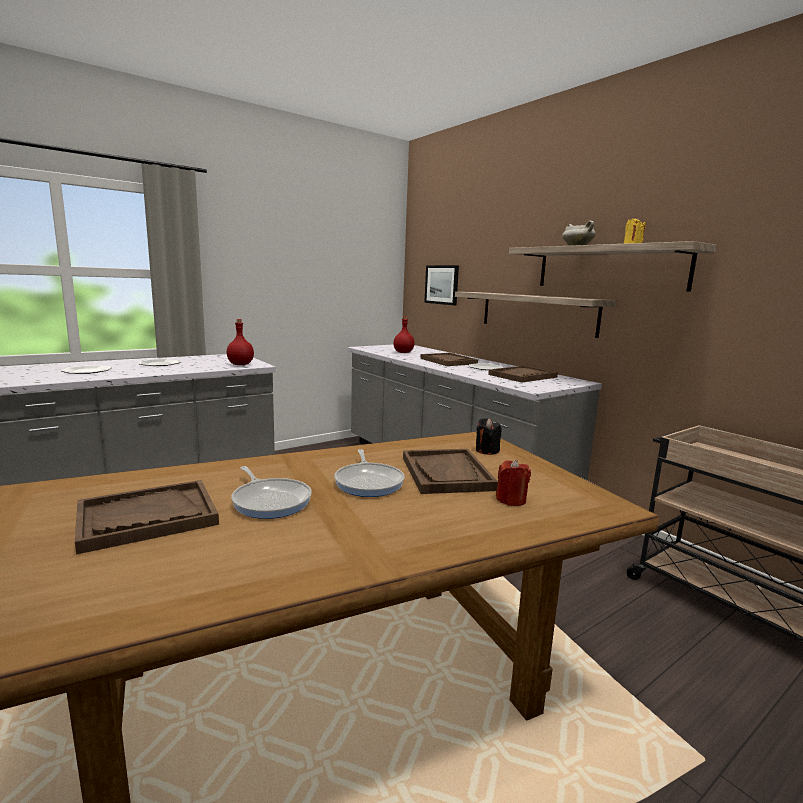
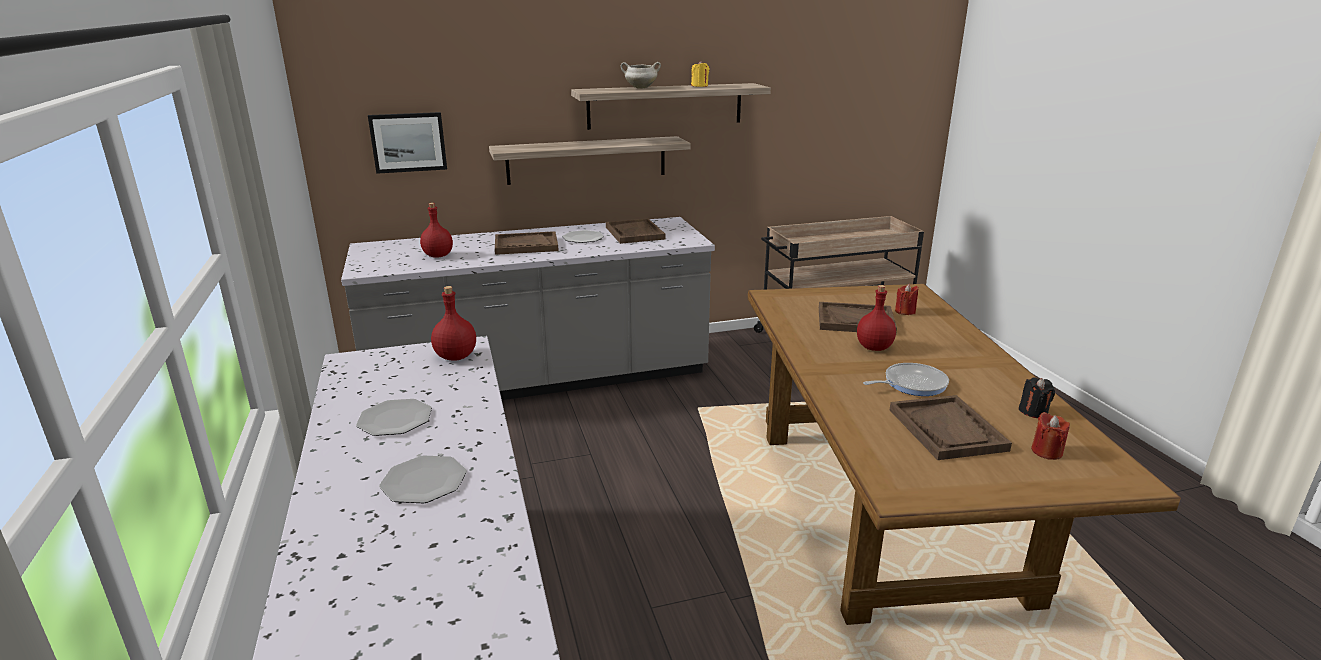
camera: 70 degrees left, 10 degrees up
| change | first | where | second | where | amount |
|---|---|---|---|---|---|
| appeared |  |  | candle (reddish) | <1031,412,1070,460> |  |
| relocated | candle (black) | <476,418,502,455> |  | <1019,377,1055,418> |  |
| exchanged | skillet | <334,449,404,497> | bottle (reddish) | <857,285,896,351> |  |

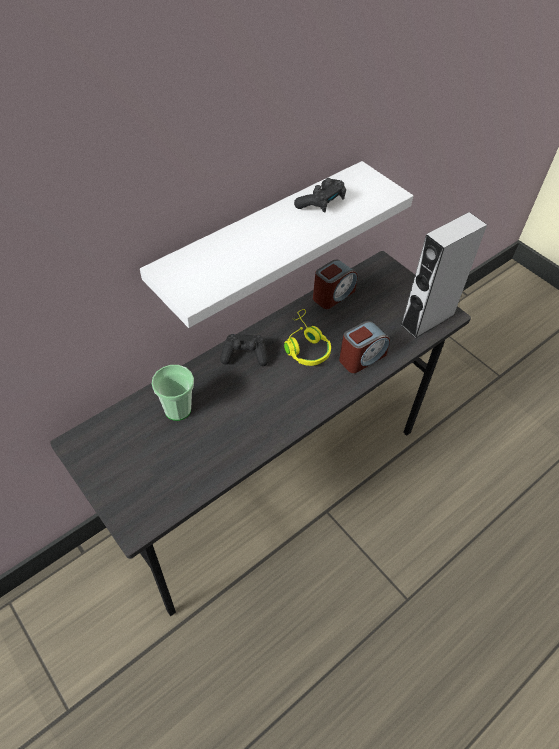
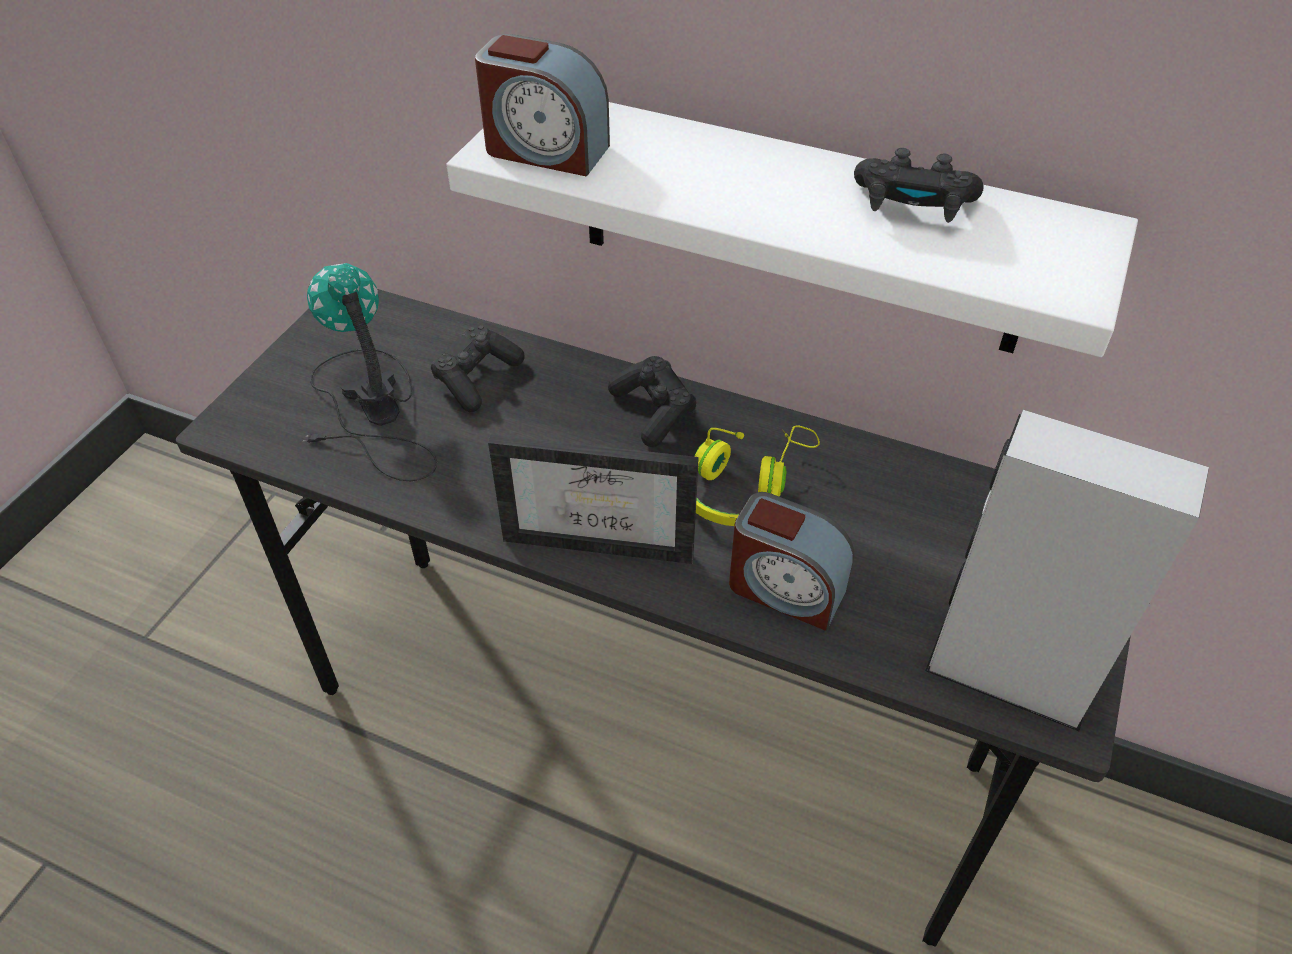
camera: 65 degrees right, 5 degrees down
| change | first | where | second | where | amount |
|---|---|---|---|---|---|
| appeared |  |  | tabletop lamp | <303,263,437,481> |  |
| appeared |  |  | picture frame | <488,434,699,564> |  |
| relocated | alarm clock | <313,259,357,309> |  | <475,34,610,176> |  |
| exchanged | small cup | <152,365,194,421> | joypad (black) | <431,325,525,412> |  |

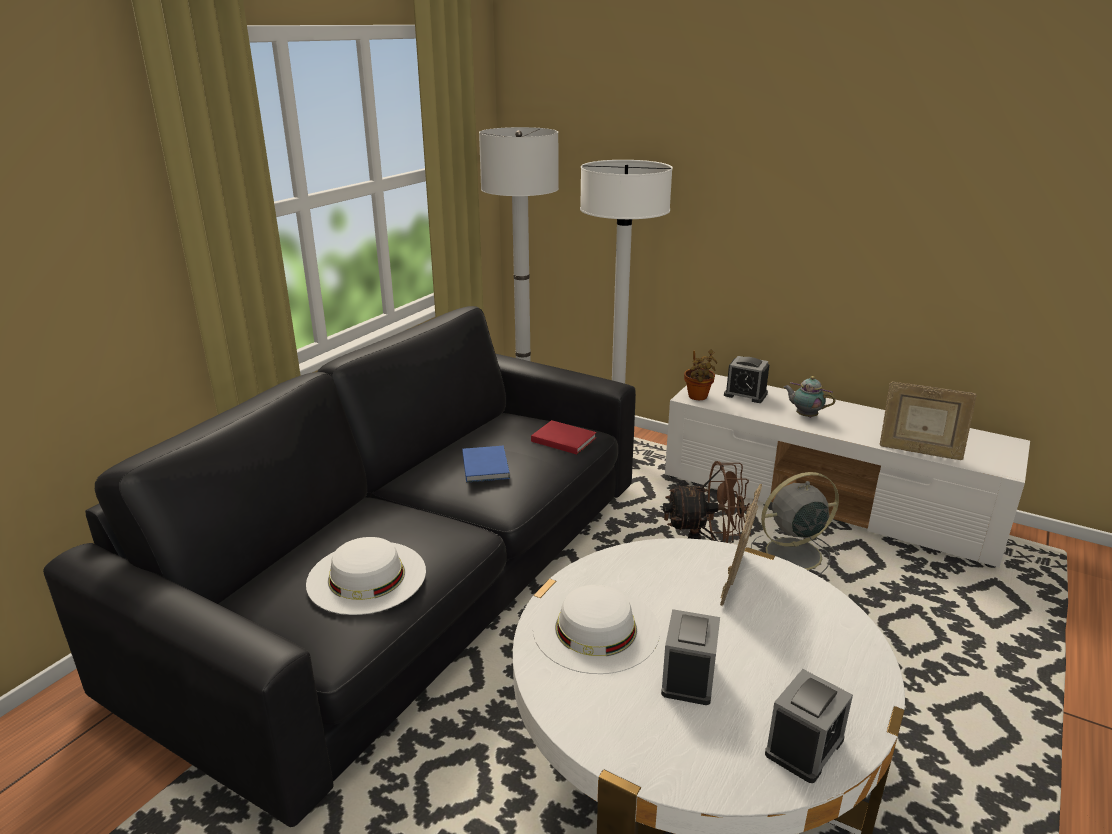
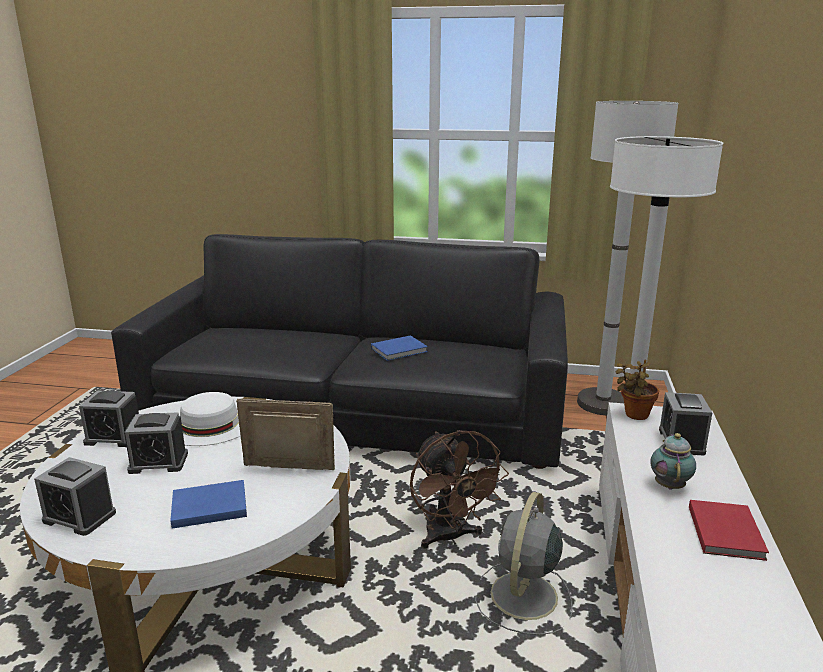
camera: 70 degrees right, 5 degrees down
| change | first | where | second | where | amount |
|---|---|---|---|---|---|
| missing | hat (white-coloured) | <306,537,426,615> |  |  |  |
| missing | picture frame | <880,382,977,460> |  |  |  |
| appeared |  |  | alarm clock | <79,391,139,447> |  |
| appeared |  |  | volume (blue) | <170,480,247,529> |  |
| relocated | volume (reddish) | <531,420,597,454> |  | <689,500,769,561> |  |
| spun | cooling fan (gray) | <751,472,840,576> |  | <475,492,573,635> | 120 degrees counterclockwise |

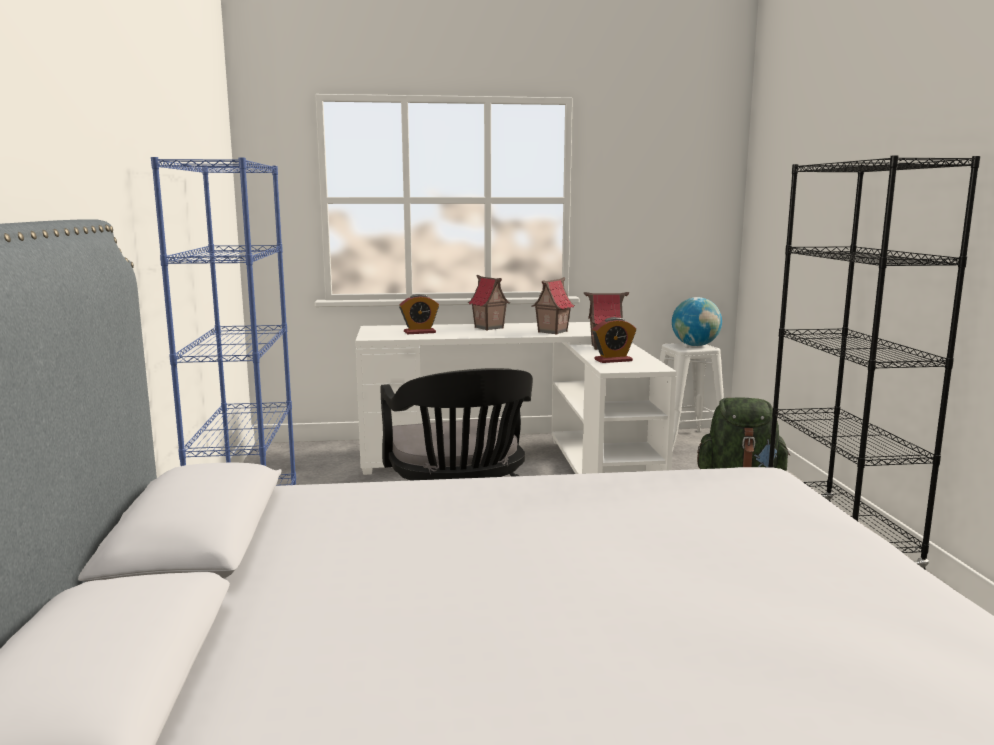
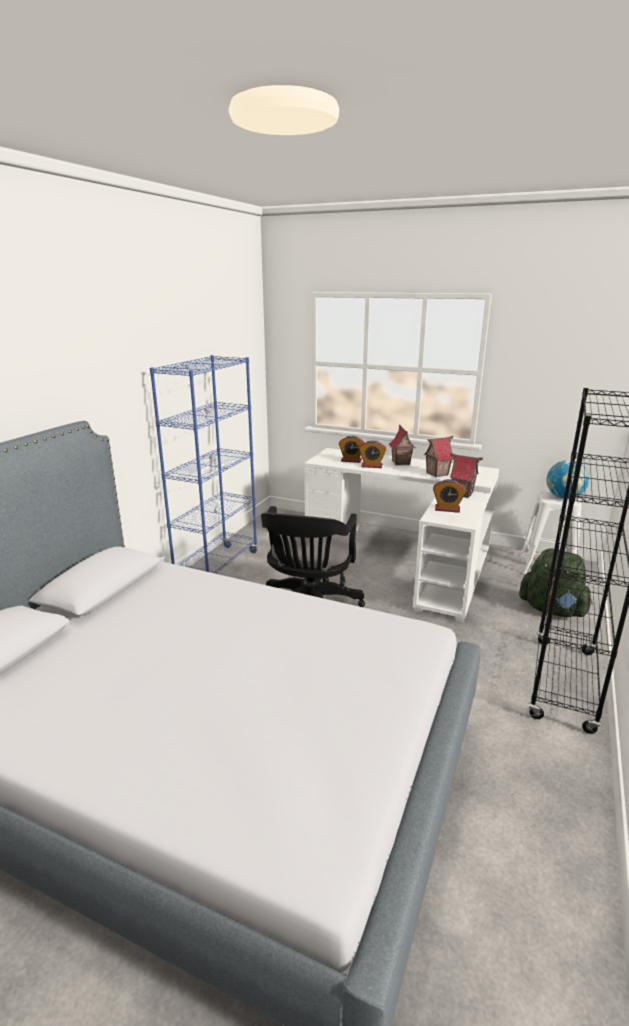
camera: 30 degrees right, 10 degrees up
| change | first | where | second | where | amount |
|---|---|---|---|---|---|
| appeared |  |  | alarm clock | <359,440,386,468> |  |

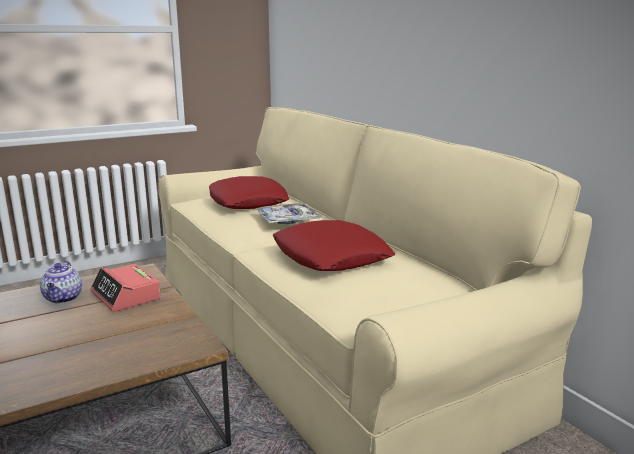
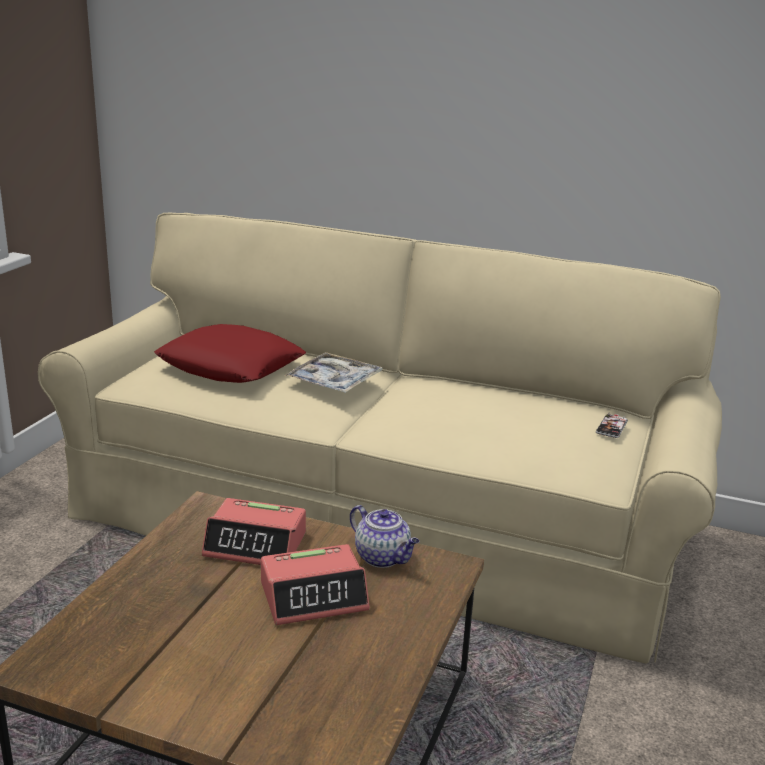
camera: 40 degrees left, 5 degrees up
| change | first | where | second | where | amount |
|---|---|---|---|---|---|
| missing | cushion (reddish) | <273,220,396,271> |  |  |  |
| appeared |  |  | alarm clock | <261,544,370,625> |  |
| appeared |  |  | phone | <596,413,628,438> |  |
| relocated | teapot | <40,261,82,304> |  | <350,505,419,568> |  |

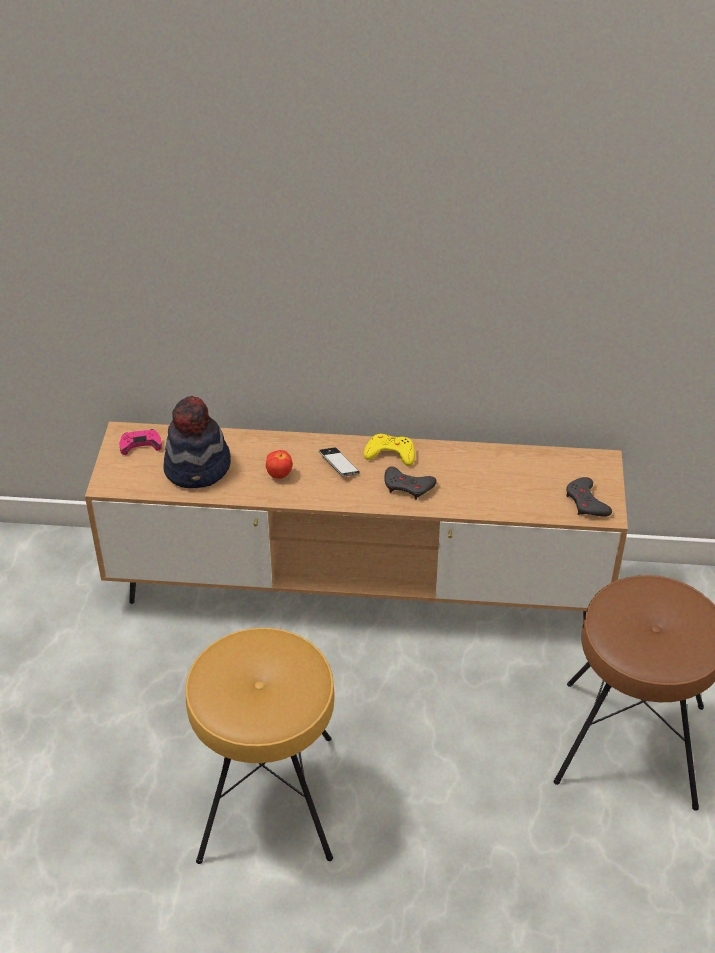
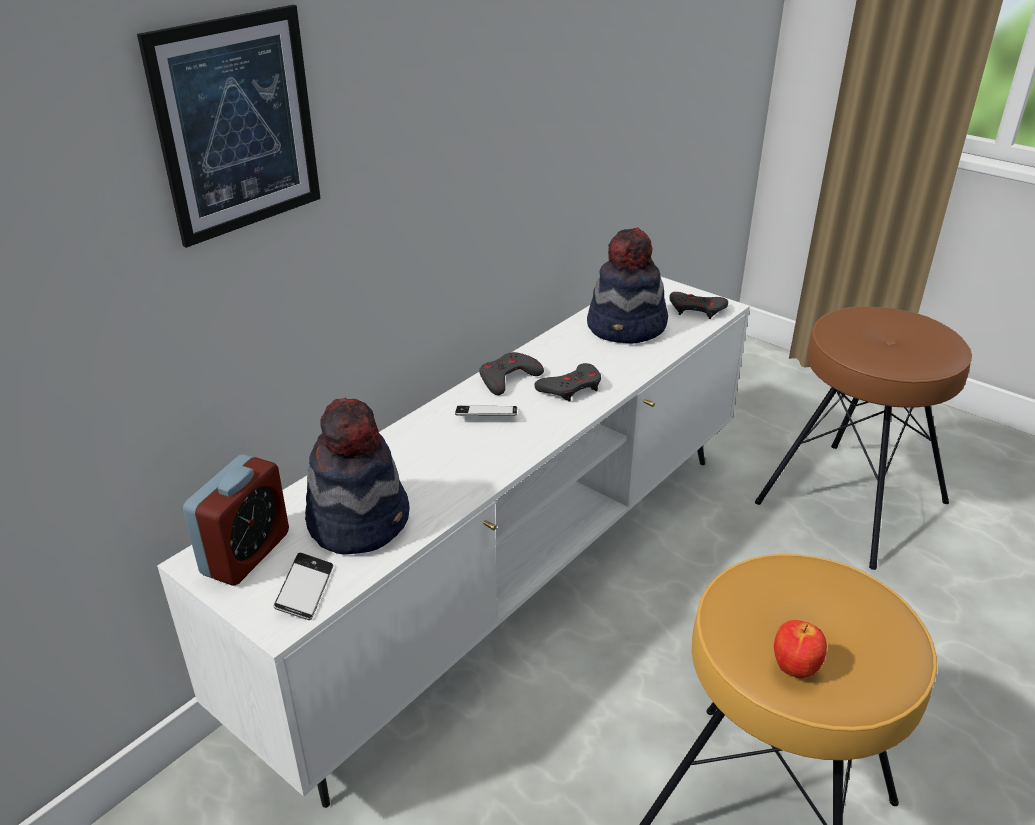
camera: 55 degrees left, 10 degrees down
| change | first | where | second | where | amount |
|---|---|---|---|---|---|
| appeared |  |  | picture | <137,5,321,248> |  |
| appeared |  |  | phone | <273,553,333,620> |  |
| appeared |  |  | hat | <587,228,668,344> |  |
| relocated | whole apple | <266,450,293,479> |  | <774,620,827,678> |  |
| exchanged | joypad (pink) | <119,429,162,455> | alarm clock | <183,454,289,586> |  |
| colour | tv unit (brownish) | <85,421,628,620> | tv unit (white-coloured) | <157,276,750,808> |  |
| colour | joypad (yellow) | <364,434,415,466> | joypad (gray) | <479,352,544,395> |  |

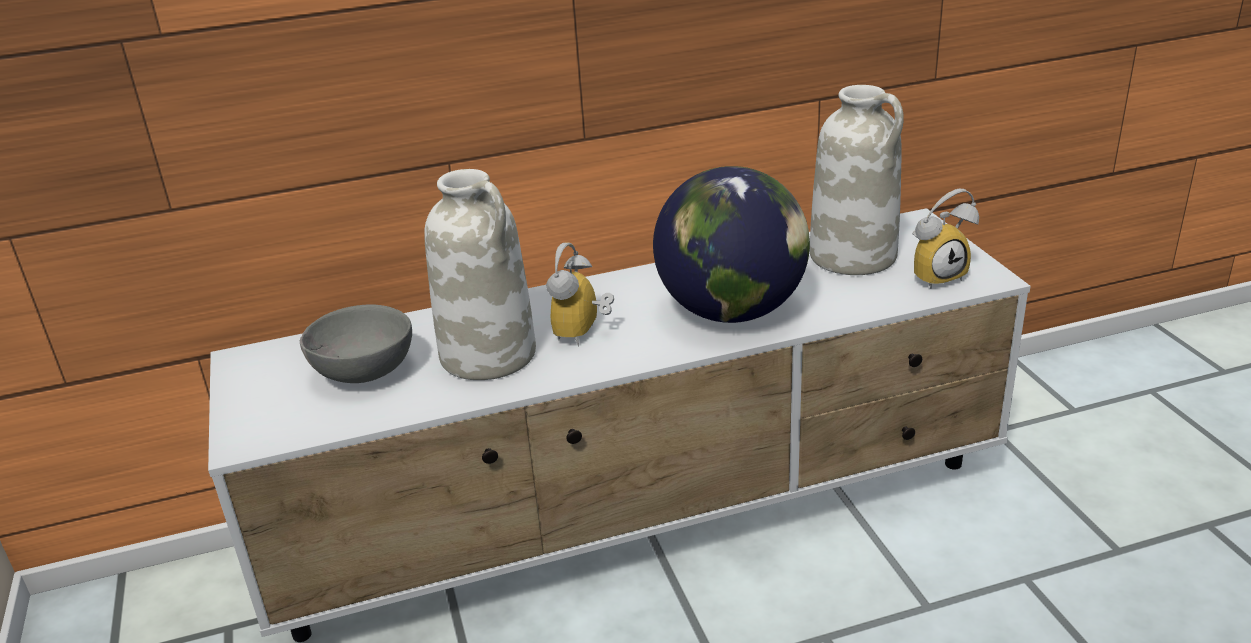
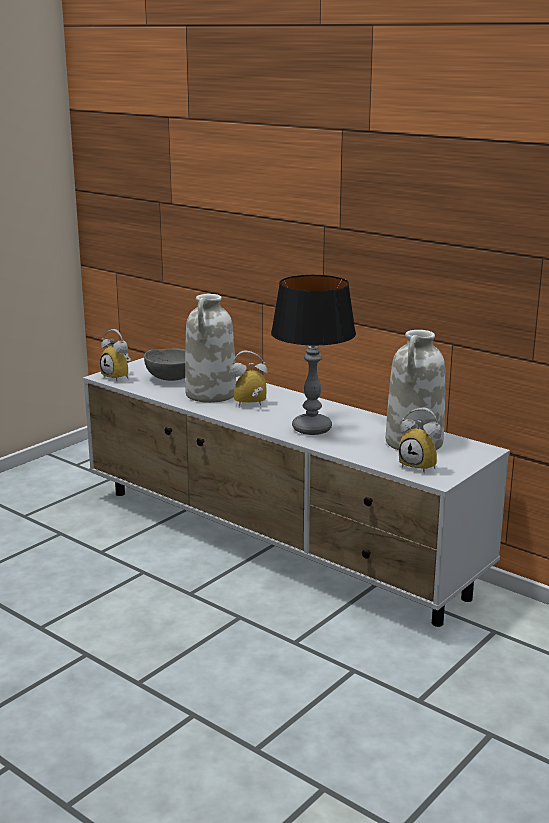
camera: 55 degrees right, 10 degrees down
| change | first | where | second | where | amount |
|---|---|---|---|---|---|
| appeared |  |  | alarm clock | <100,329,131,381> |  |
| exchanged | globe | <653,166,810,323> | tabletop lamp | <271,275,356,435> |  |

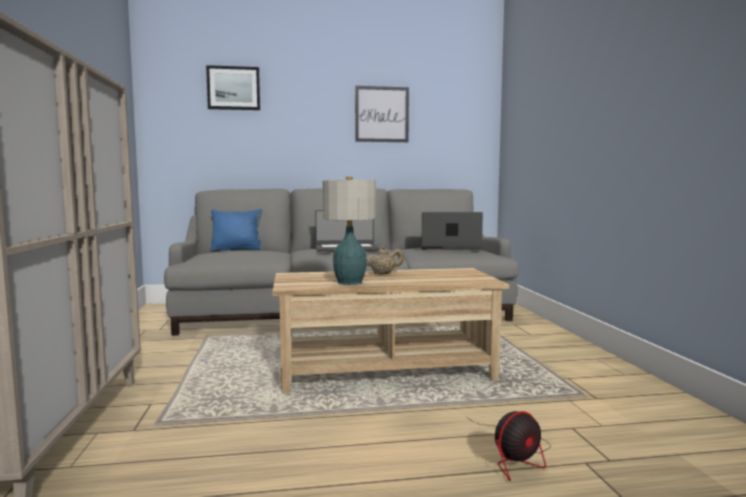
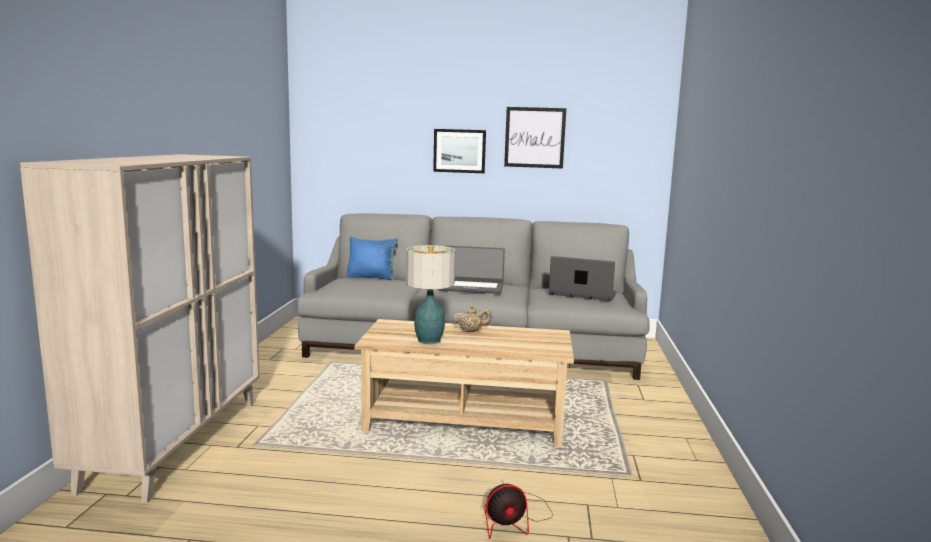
camera: 15 degrees right, 5 degrees up
| change | first | where | second | where | amount |
|---|---|---|---|---|---|
| relocated | picture | <206,65,260,110> |  | <433,129,486,173> |  |

